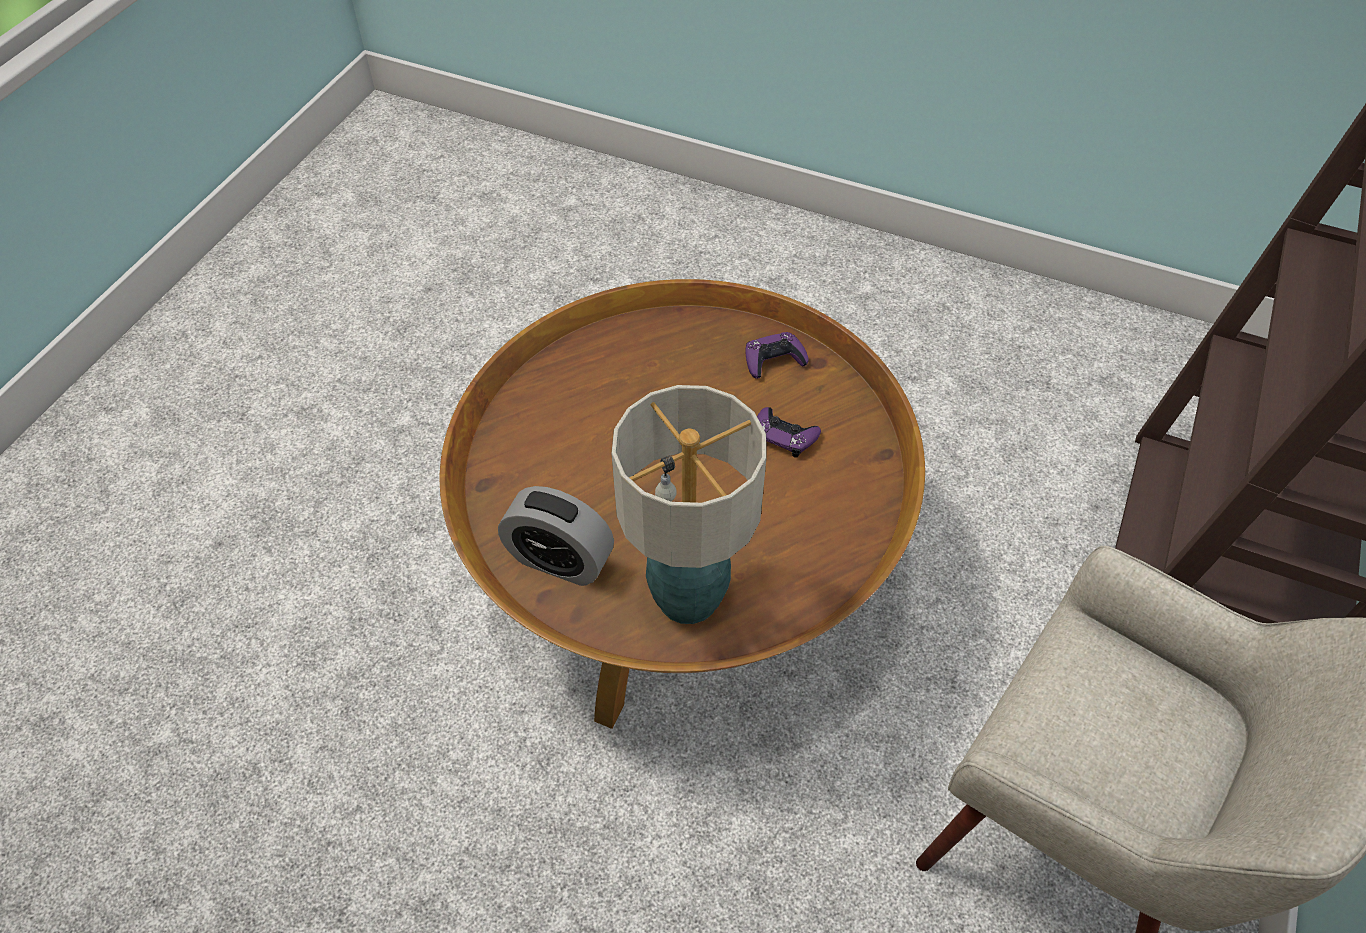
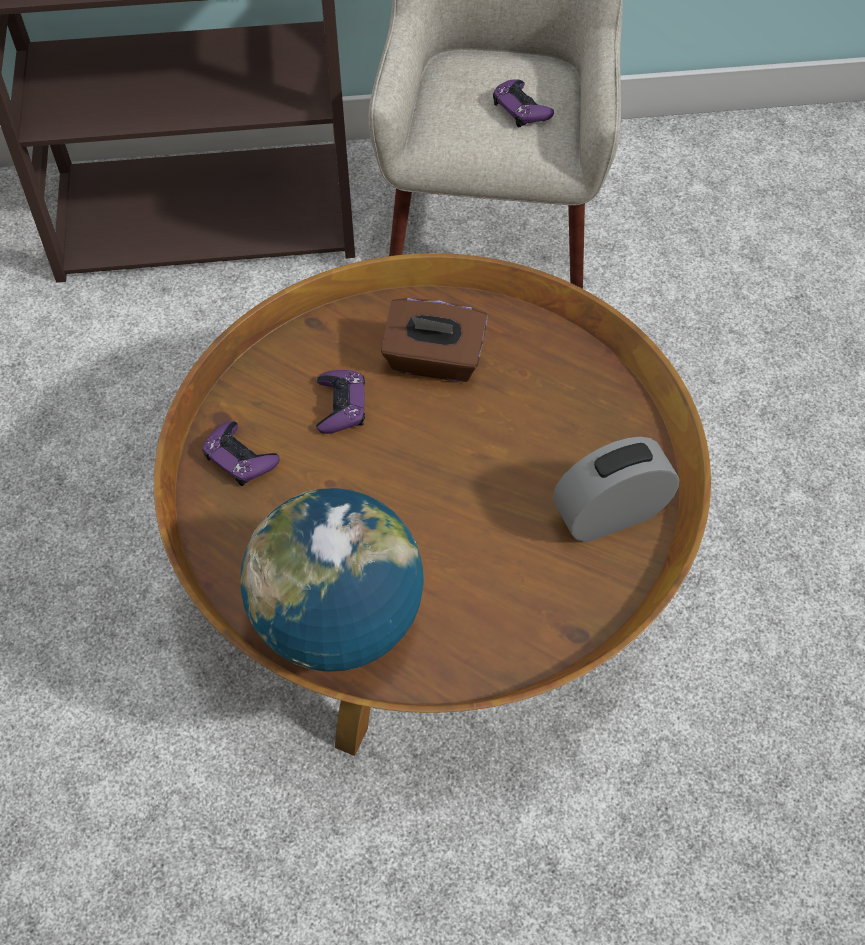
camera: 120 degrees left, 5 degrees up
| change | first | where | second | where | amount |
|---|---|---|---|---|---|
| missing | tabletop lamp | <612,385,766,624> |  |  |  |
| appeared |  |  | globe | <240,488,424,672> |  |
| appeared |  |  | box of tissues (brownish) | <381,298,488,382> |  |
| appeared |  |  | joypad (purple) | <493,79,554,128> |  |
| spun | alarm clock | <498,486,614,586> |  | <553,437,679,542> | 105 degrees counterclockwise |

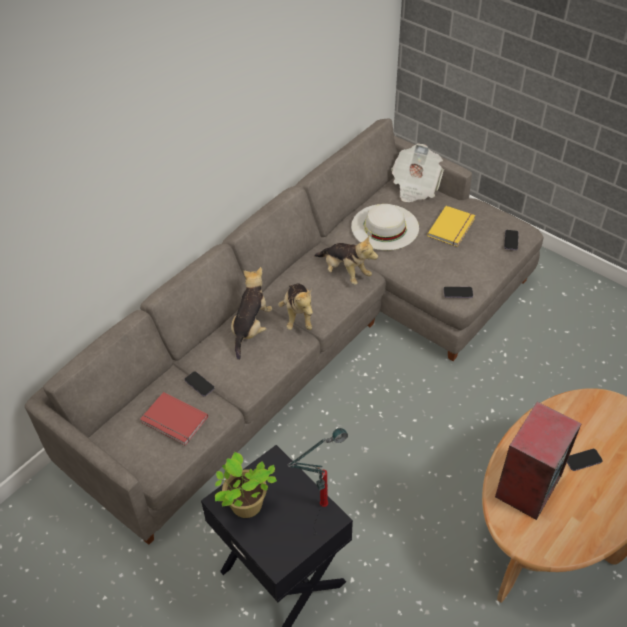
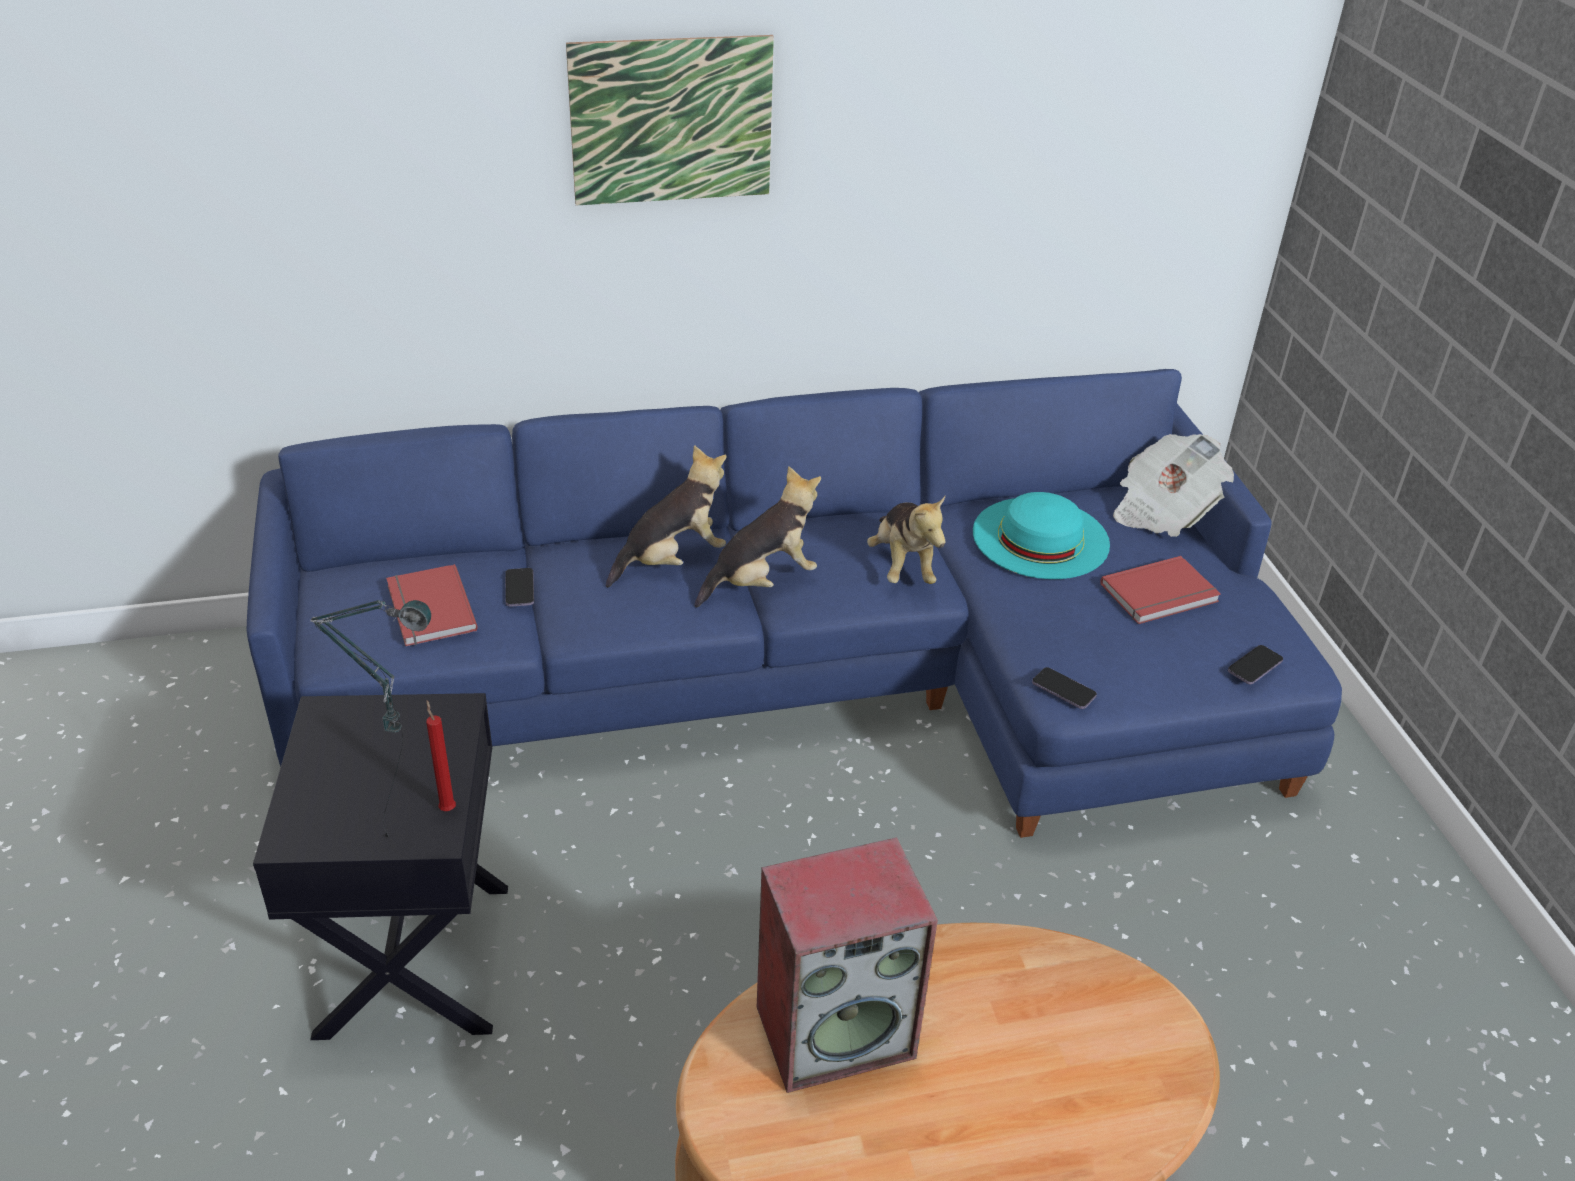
camera: 35 degrees right, 10 degrees down
| change | first | where | second | where | amount |
|---|---|---|---|---|---|
| missing | potted plant | <215,452,277,518> |  |  |  |
| missing | phone | <567,449,603,471> |  |  |  |
| appeared |  |  | picture | <566,35,774,205> |  |
| colour | settee (gray) | <25,118,544,545> | settee (blue) | <246,369,1342,838> |  |
| colour | hat (white-coloured) | <351,204,419,250> | hat (turquoise) | <973,492,1110,579> |  |
| colour | volume (yellow) | <427,206,475,247> | volume (reddish) | <1100,556,1221,624> |  |
| spun | plush toy | <278,284,313,330> |  | <695,466,821,608> | 150 degrees counterclockwise |

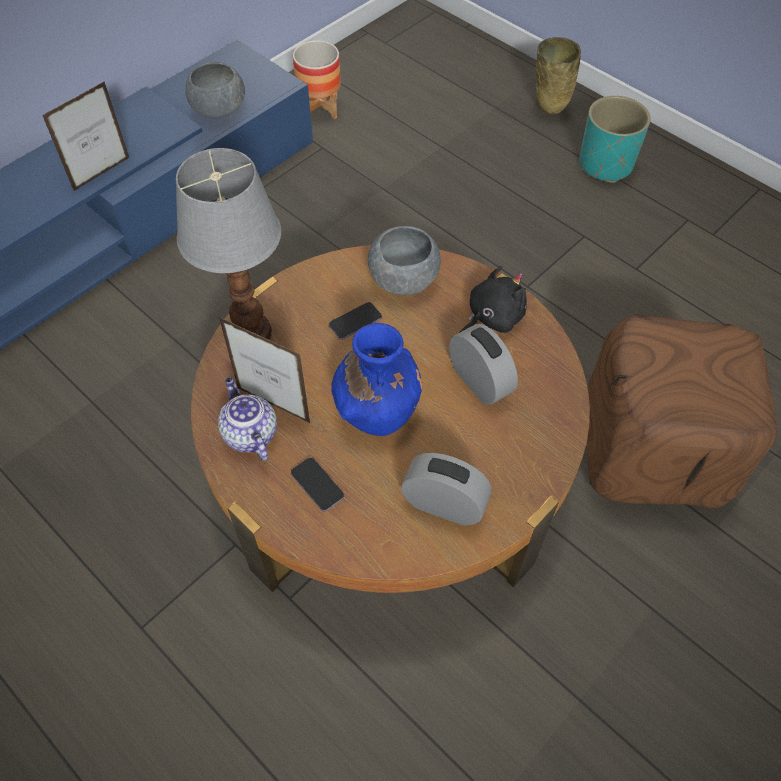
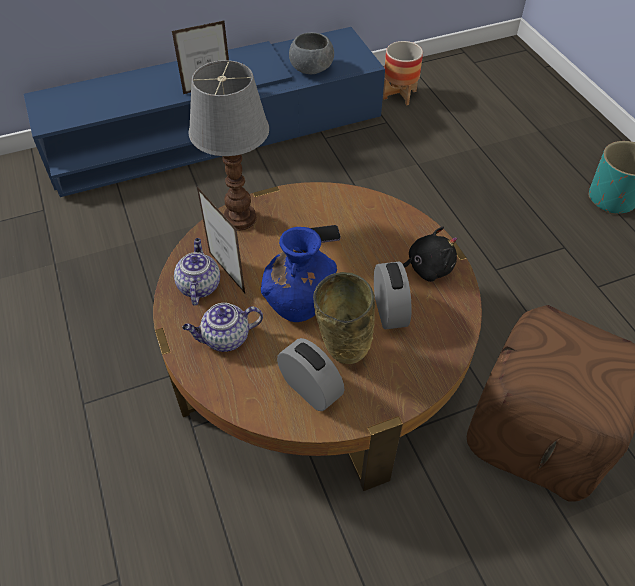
camera: 25 degrees right, 5 degrees down
| change | first | where | second | where | amount |
|---|---|---|---|---|---|
| missing | deep dish (gray) | <368,226,441,295> |  |  |  |
| relocated | vase (beige-coloured) | <536,37,581,114> |  | <313,272,375,364> |  |
| exchanged | phone | <291,457,344,511> | teapot | <182,303,263,352> |  |

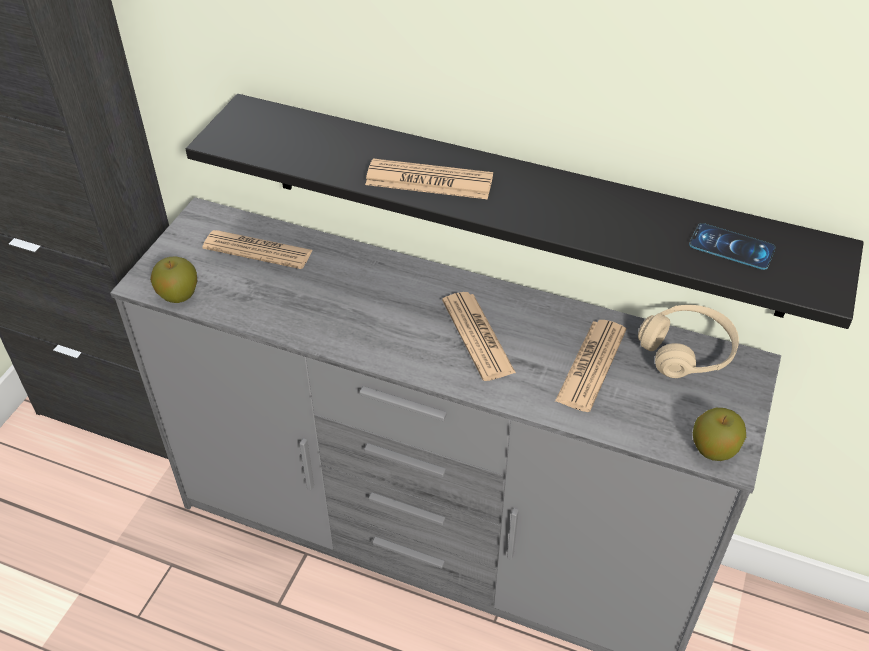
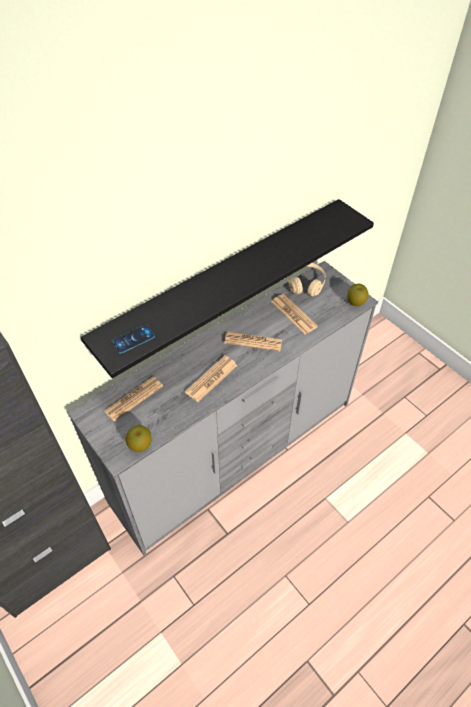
camera: 60 degrees left, 5 degrees up
| change | first | where | second | where | amount |
|---|---|---|---|---|---|
| relocated | daily paper | <365,158,493,199> |  | <185,355,238,402> |  |
| relocated | phone | <689,223,776,270> |  | <111,325,155,354> |  |

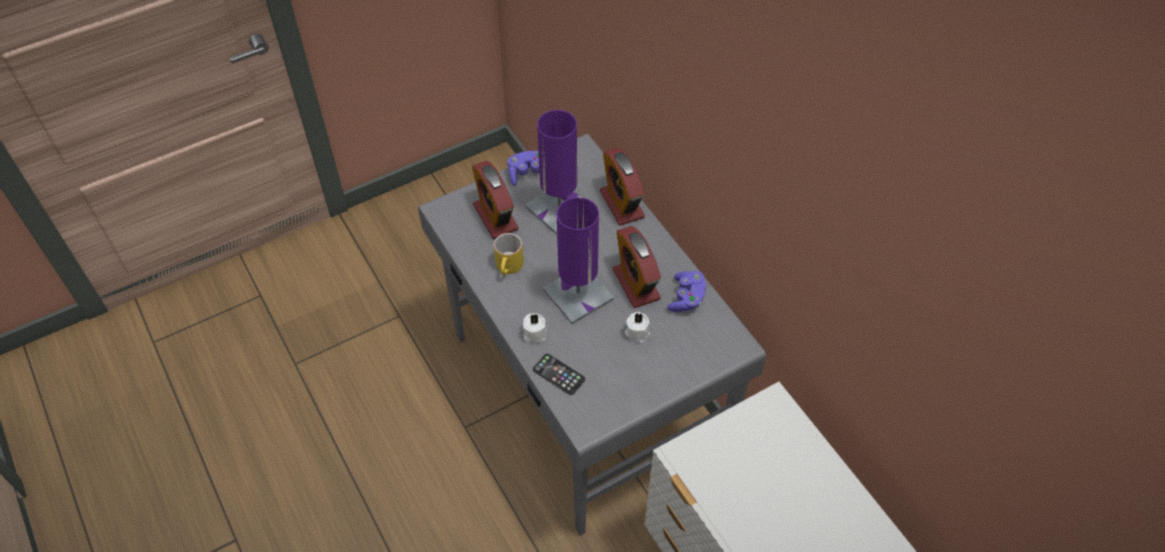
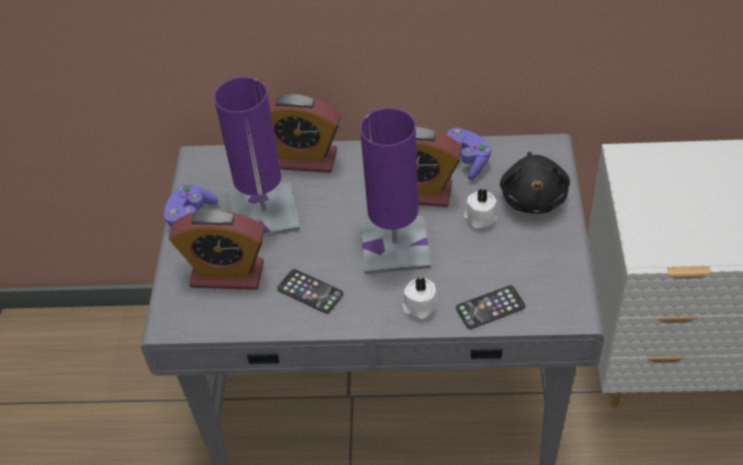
camera: 55 degrees left, 5 degrees down
| change | first | where | second | where | amount |
|---|---|---|---|---|---|
| appeared |  |  | plush toy (black) | <500,152,570,214> |  |
| exchanged | tea mug (yellow) | <494,233,524,275> | phone | <277,269,343,314> |  |

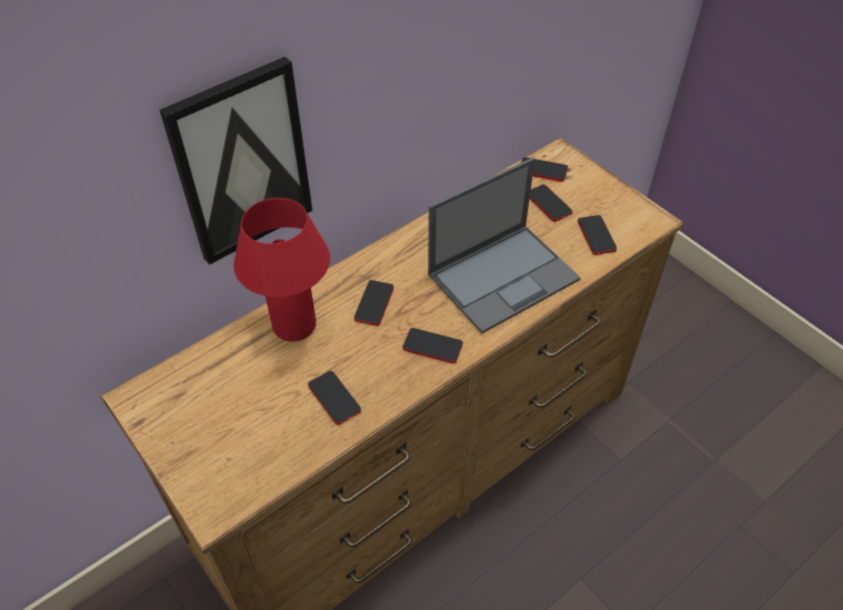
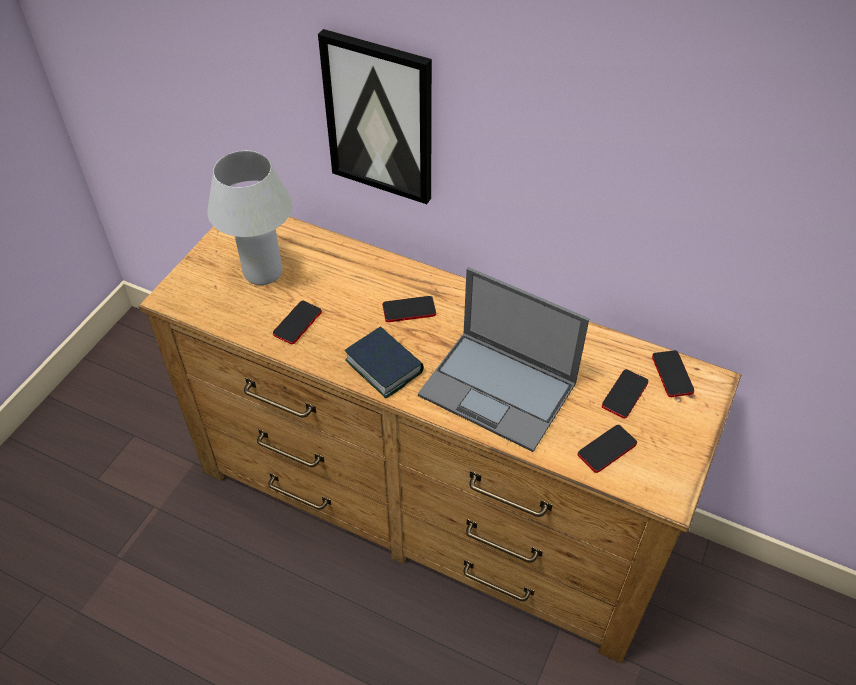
camera: 65 degrees right, 0 degrees up
| change | first | where | second | where | amount |
|---|---|---|---|---|---|
| missing | tabletop lamp (reddish) | <234,198,330,342> |  |  |  |
| appeared |  |  | tabletop lamp (white-coloured) | <207,151,293,285> |  |
| exchanged | phone | <402,328,463,363> | volume | <345,326,424,399> |  |

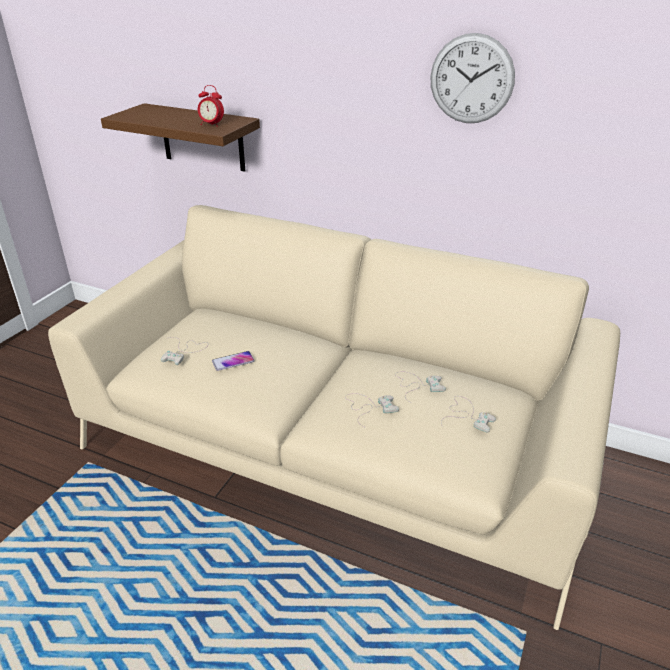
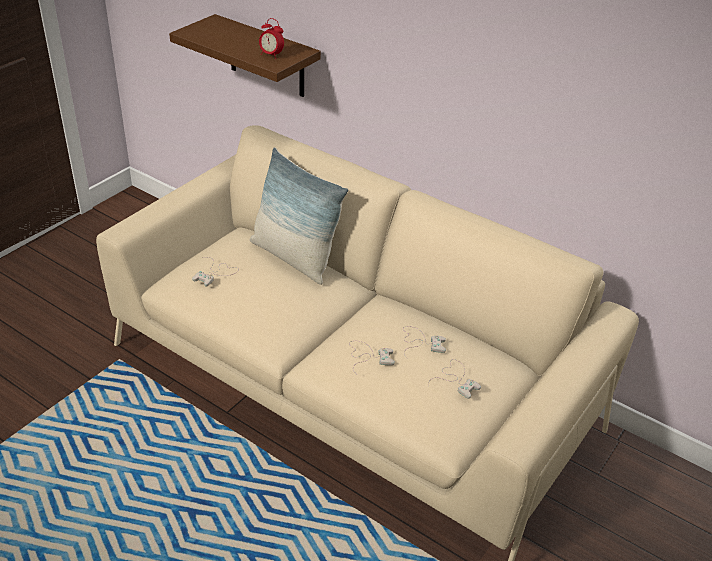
camera: 10 degrees right, 5 degrees up
| change | first | where | second | where | amount |
|---|---|---|---|---|---|
| missing | phone | <212,351,254,371> |  |  |  |
| missing | clock on the wall | <430,33,515,123> |  |  |  |
| appeared |  |  | cushion | <250,147,348,285> |  |

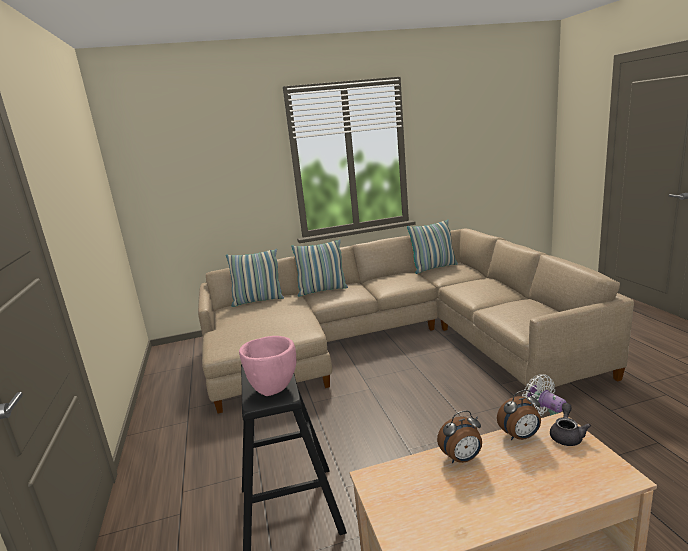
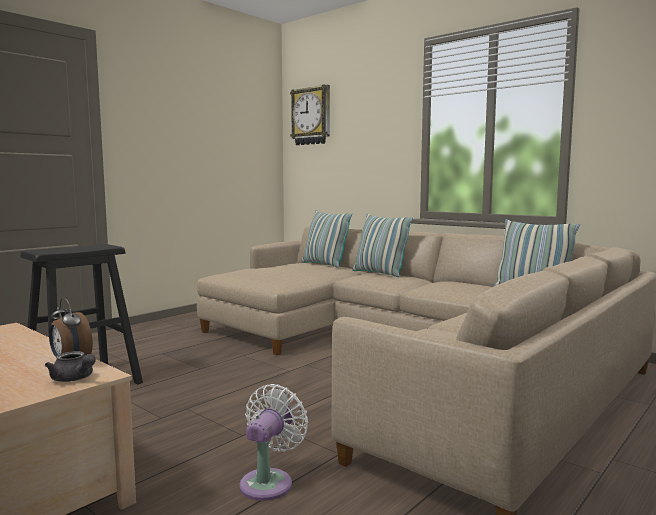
camera: 55 degrees right, 10 degrees down
| change | first | where | second | where | amount |
|---|---|---|---|---|---|
| missing | deep dish (pink) | <239,336,296,396> |  |  |  |
| missing | alarm clock | <437,411,482,463> |  |  |  |
| appeared |  |  | clock on the wall | <290,84,330,145> |  |
| spun | teapot (gray) | <550,403,591,446> |  | <45,351,96,382> | 45 degrees clockwise |

